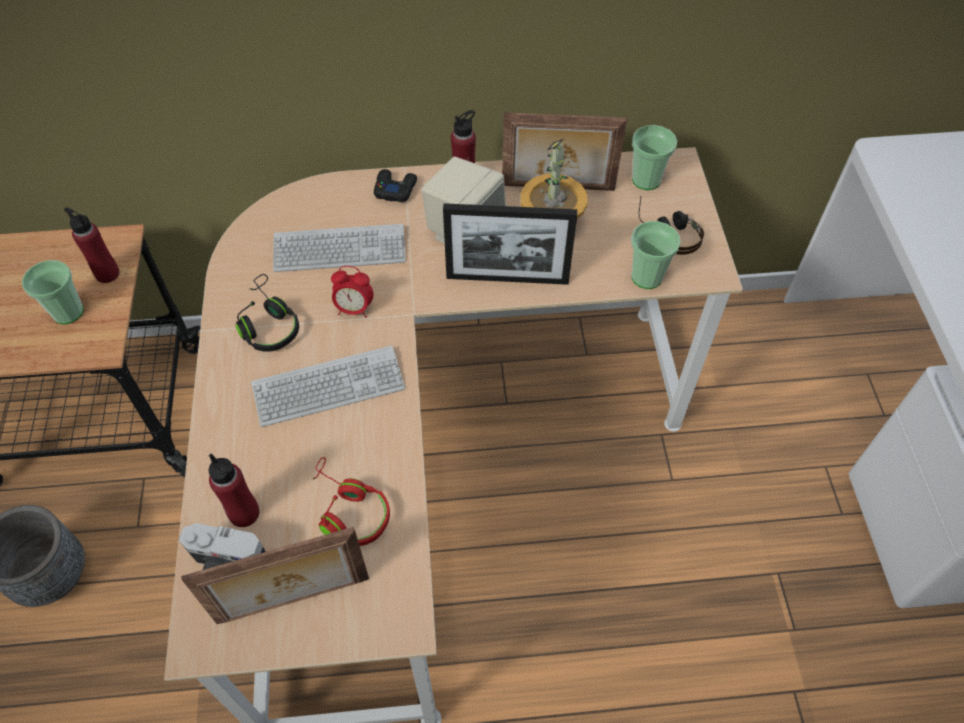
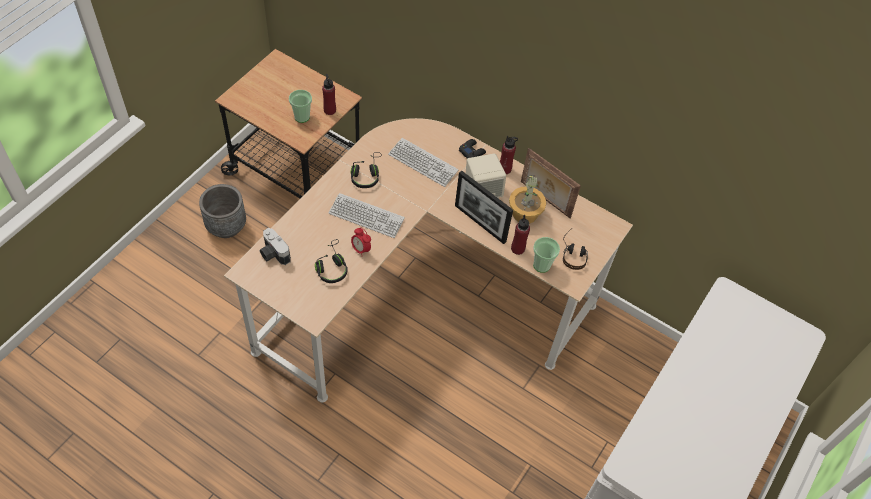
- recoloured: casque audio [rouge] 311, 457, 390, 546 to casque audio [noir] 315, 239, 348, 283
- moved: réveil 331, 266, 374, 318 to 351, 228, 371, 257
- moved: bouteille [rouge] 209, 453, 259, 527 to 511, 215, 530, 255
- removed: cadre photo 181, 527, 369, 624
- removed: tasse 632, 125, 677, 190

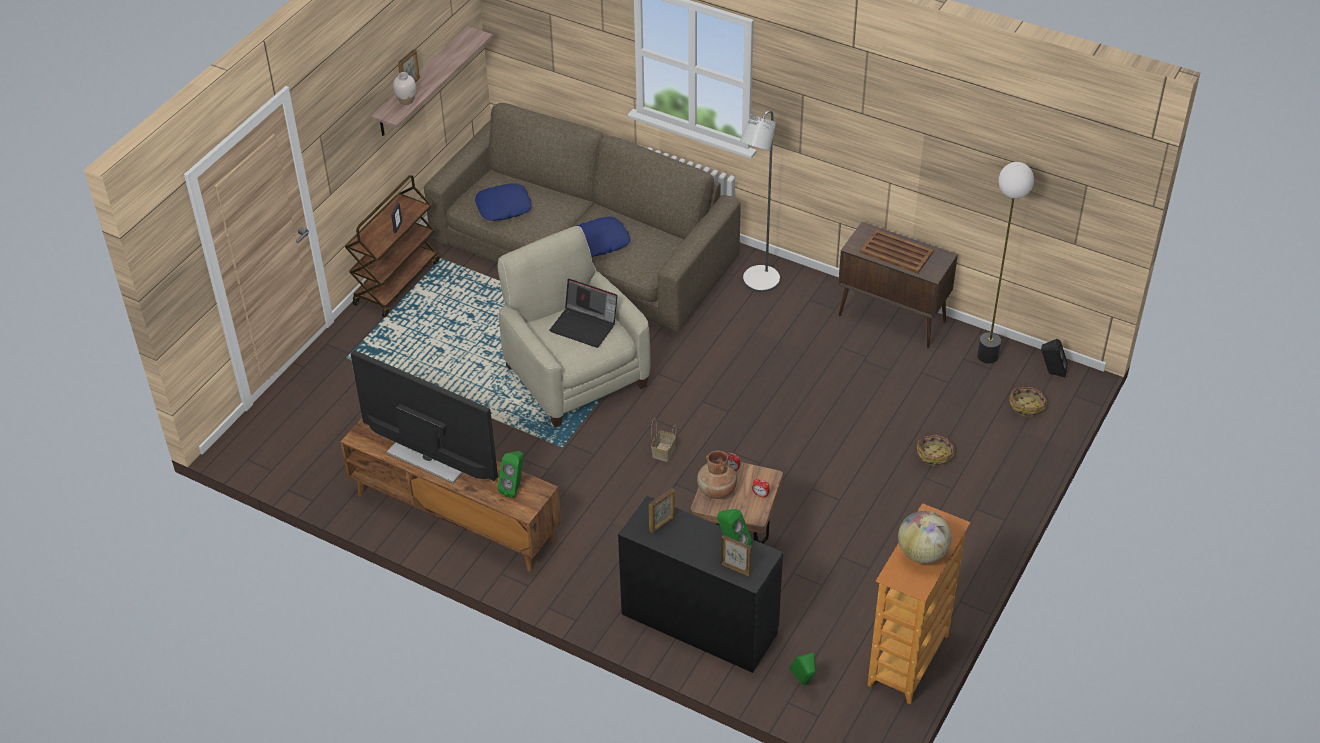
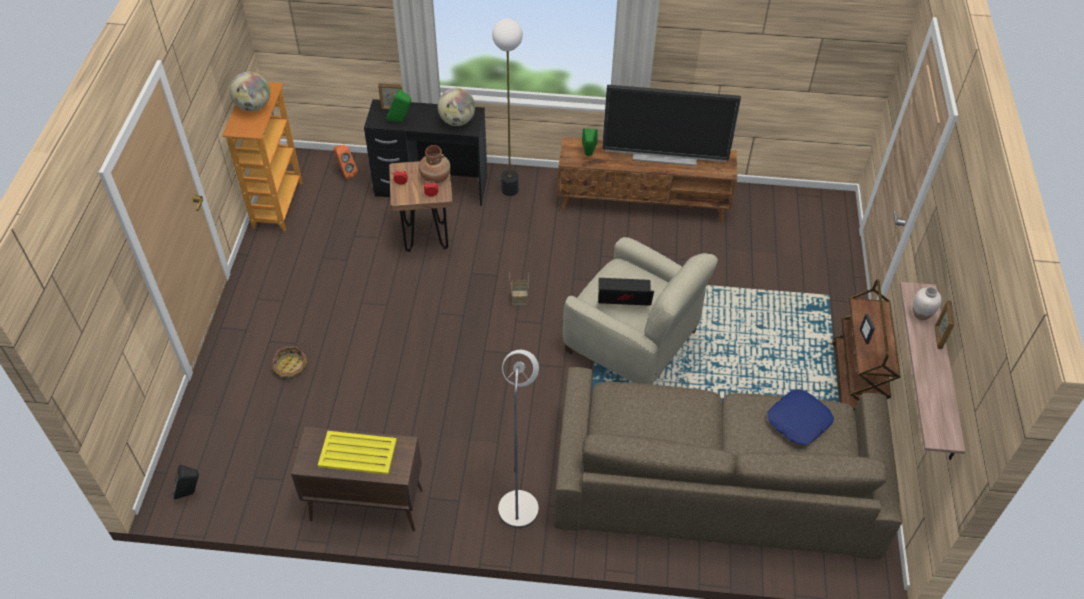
- recoloured: plateau [marron] 860, 229, 934, 274 to plateau [jaune] 318, 431, 397, 475
- recoloured: enceinte [vert] 789, 652, 816, 685 to enceinte [orange] 334, 145, 358, 179
- replaced: cadre photo 649, 488, 675, 533 to globe 438, 88, 475, 126
- moved: lampadaire 977, 162, 1034, 364 to 492, 18, 523, 196
- removed: coussin [bleu] 577, 217, 630, 257
- removed: panier 1009, 387, 1047, 417

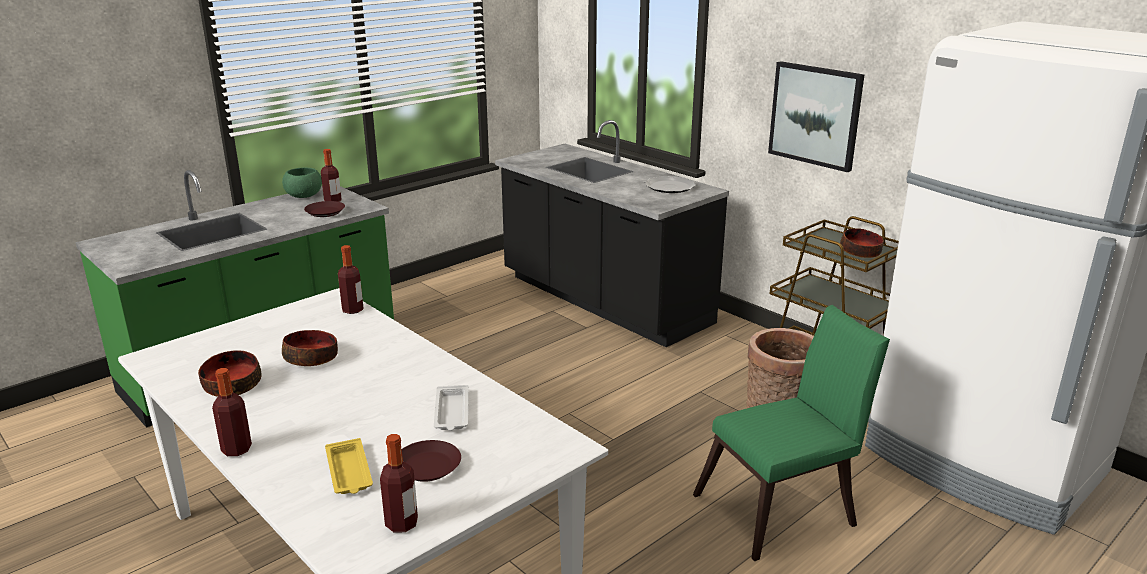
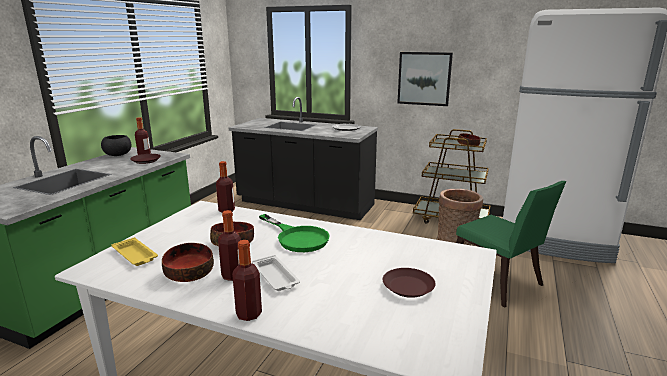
- recoloured: bol [vert] 282, 167, 322, 198 to bol [noir] 101, 135, 131, 156
- moved: plateau [jaune] 325, 438, 373, 494 to 112, 237, 158, 266
- moved: bouteille 380, 434, 418, 532 to 218, 210, 241, 281
- moved: plateau [blanc] 434, 385, 469, 431 to 252, 255, 300, 291
- added: poêle [vert] 259, 214, 330, 252
- turned: chaise [vert] 693, 305, 890, 561 = 456, 181, 566, 308 105 degrees clockwise

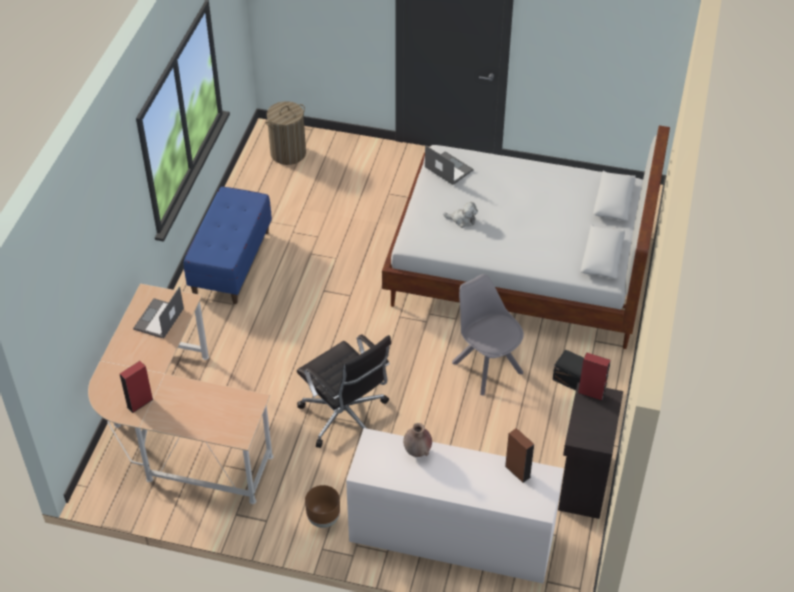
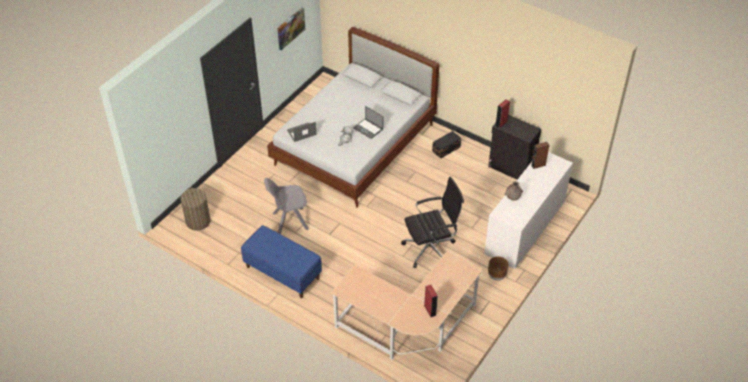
- moved: chaise [gris] 452, 274, 524, 396 to 264, 178, 309, 234
- added: tableau 277, 7, 305, 50
- moved: ordinateur portable 133, 287, 184, 339 to 353, 106, 383, 139

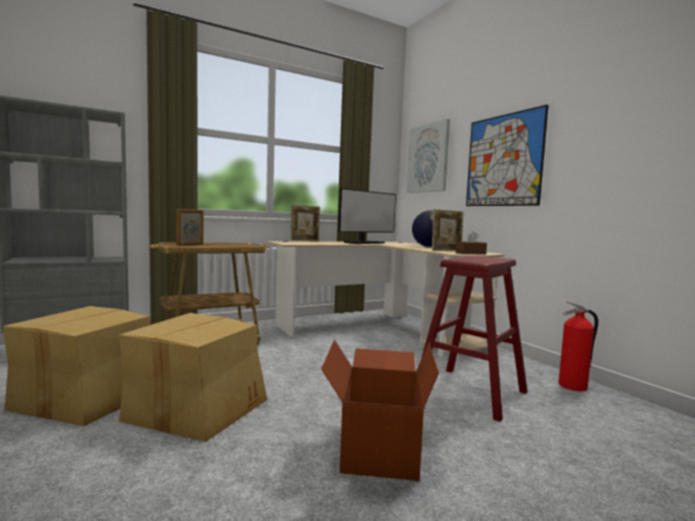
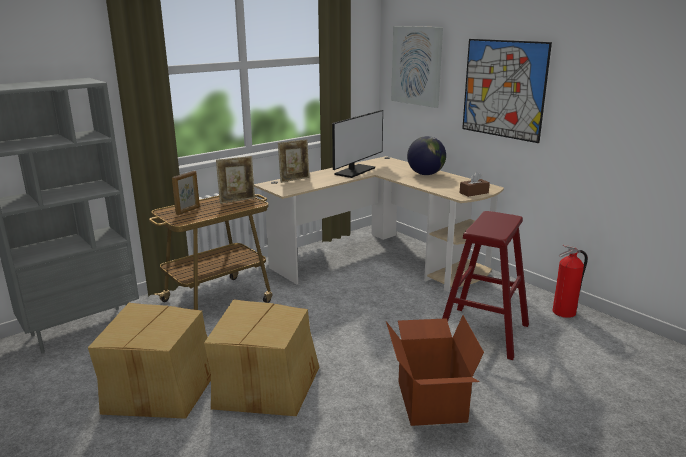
- moved: cadre photo 432, 209, 464, 251 to 216, 156, 255, 204

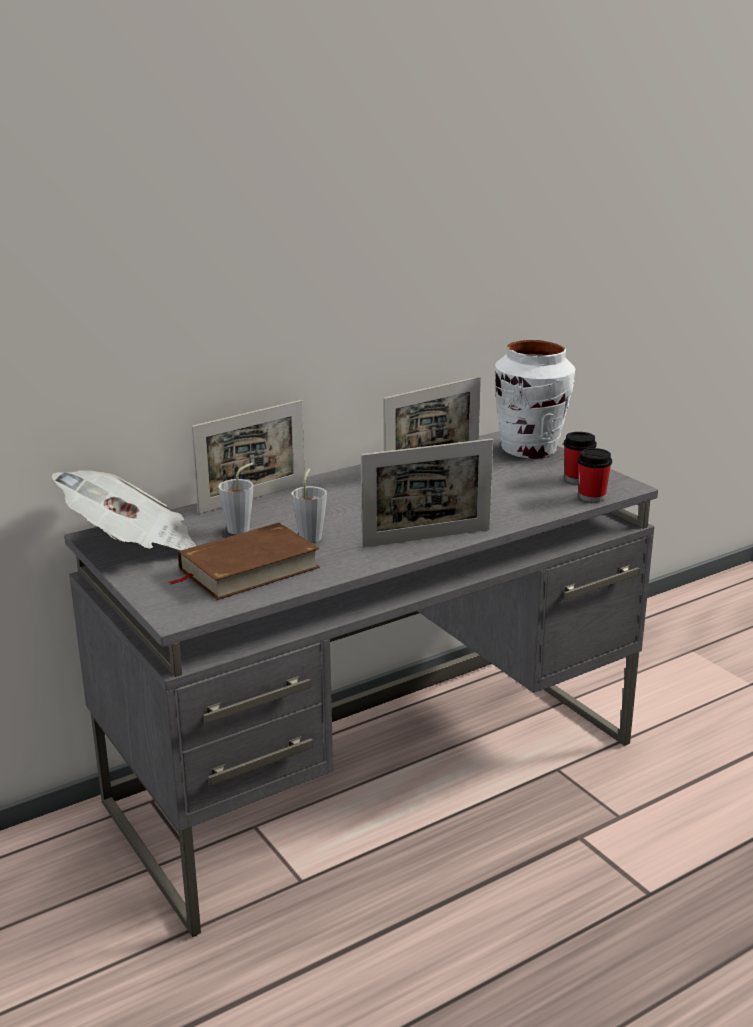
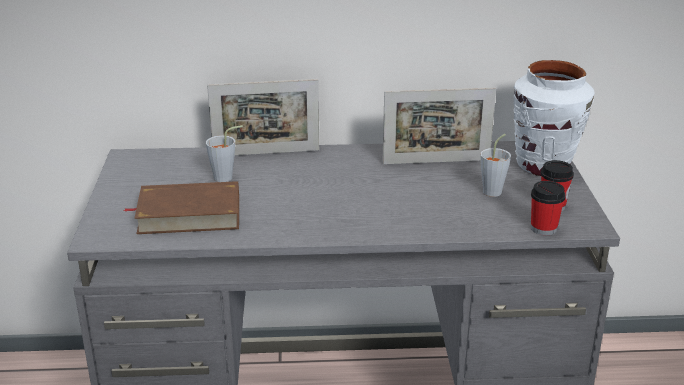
- moved: tasse [gris] 291, 468, 327, 543 to 480, 134, 511, 197
- removed: journal 52, 470, 196, 550
- removed: cadre photo 361, 439, 493, 548

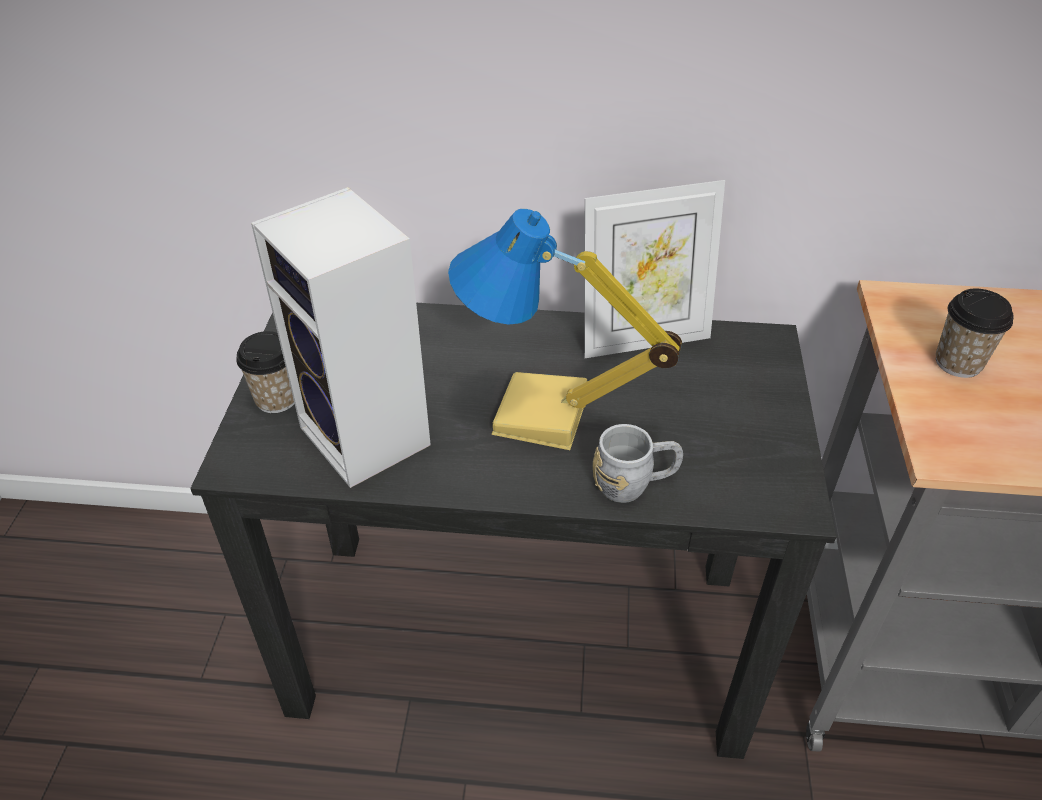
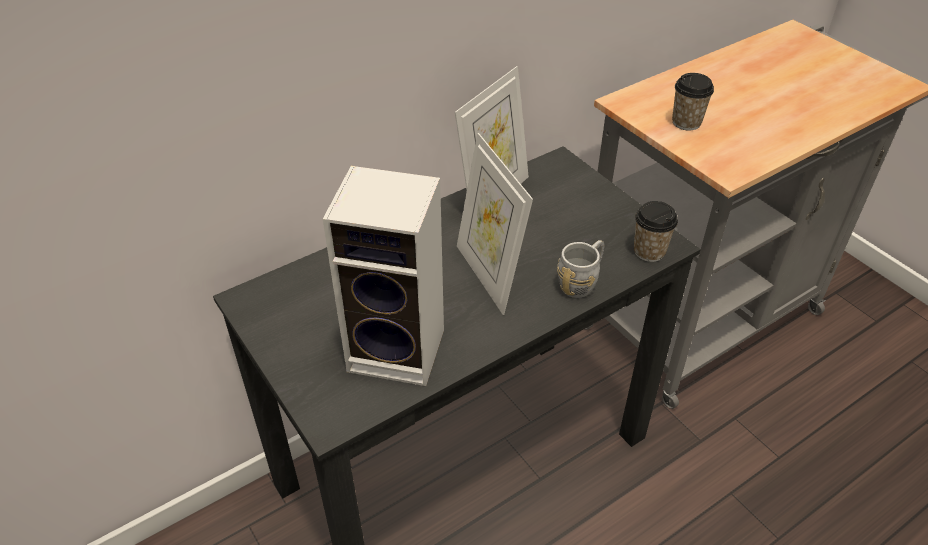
- replaced: lampe de table 448, 209, 682, 450 to cadre photo 457, 133, 533, 315
- moved: tasse 236, 331, 295, 413 to 634, 201, 678, 262

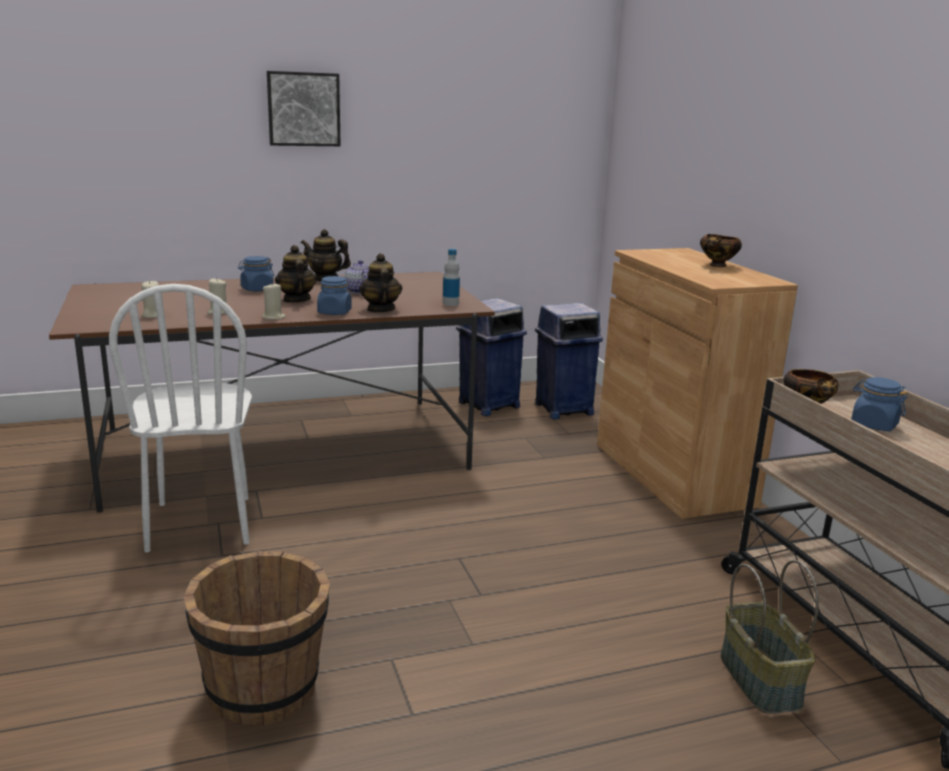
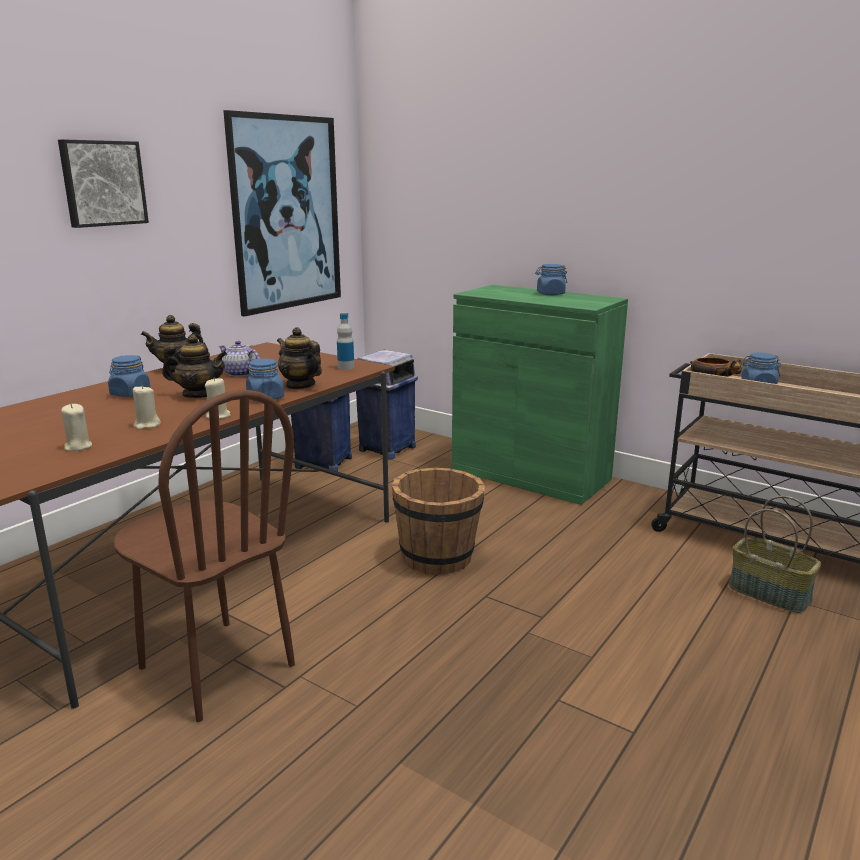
- recoloured: chaise [blanc] 109, 284, 252, 552 to chaise [marron] 114, 390, 295, 722
- turned: théière 275, 245, 317, 303 = 162, 334, 227, 398 150 degrees clockwise
- added: tableau 223, 110, 341, 317
- moved: seau [marron] 183, 551, 330, 726 to 392, 467, 485, 575
- recoloured: meuble de rangement [marron] 597, 248, 798, 519 to meuble de rangement [vert] 452, 285, 628, 505
- replaced: bol 700, 234, 742, 267 to bocal [bleu] 535, 264, 567, 295

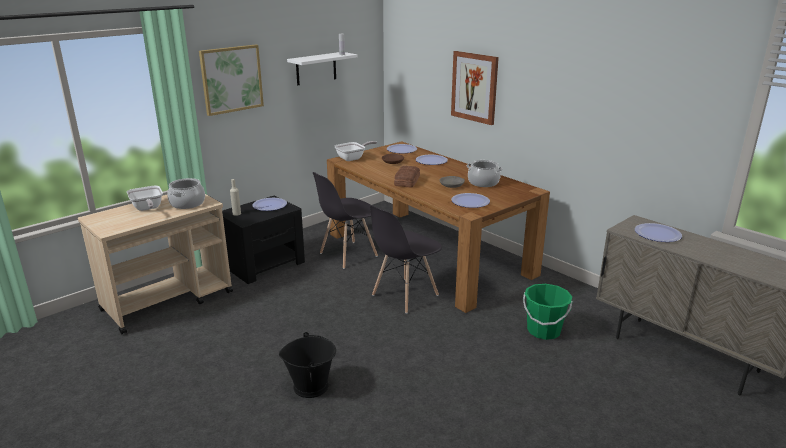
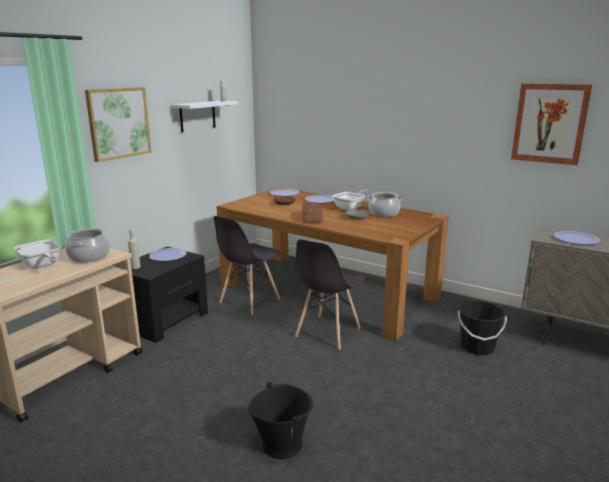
- moved: poêle 334, 141, 377, 161 to 332, 189, 368, 211
- recoloured: seau [vert] 523, 284, 573, 340 to seau [noir] 458, 301, 507, 355
- moved: tableau 451, 51, 499, 125 to 511, 84, 592, 165
- removed: assiette 451, 193, 490, 208

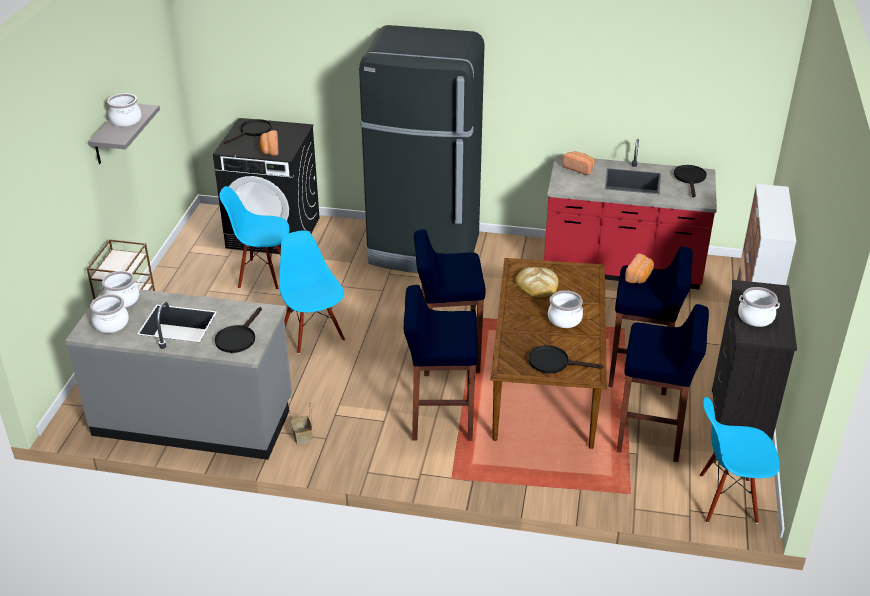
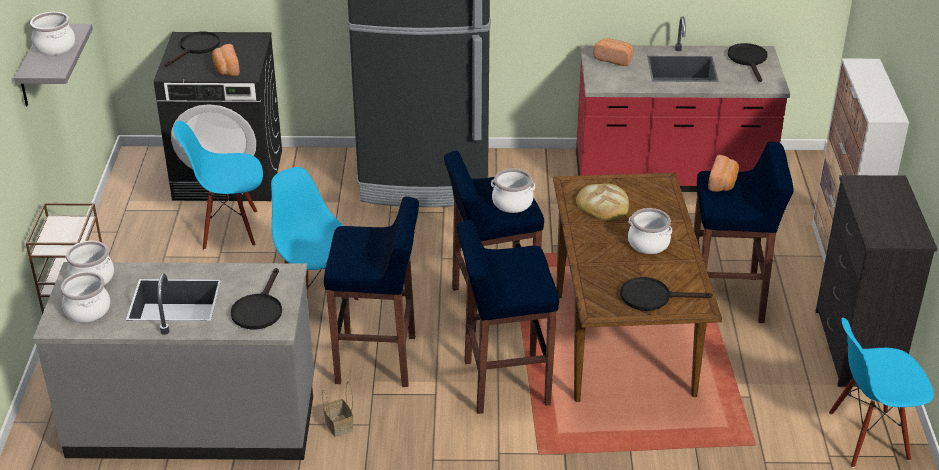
- moved: tabouret [bleu] 617, 304, 709, 462 to 324, 197, 419, 387
- moved: marmite 738, 287, 780, 327 to 491, 168, 535, 213

